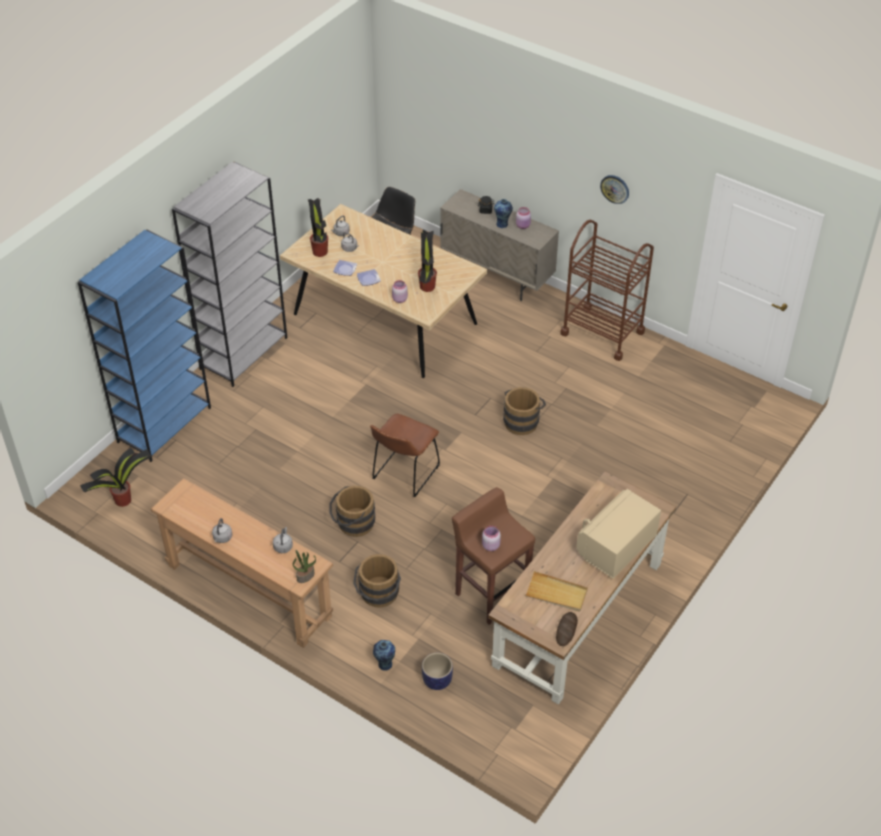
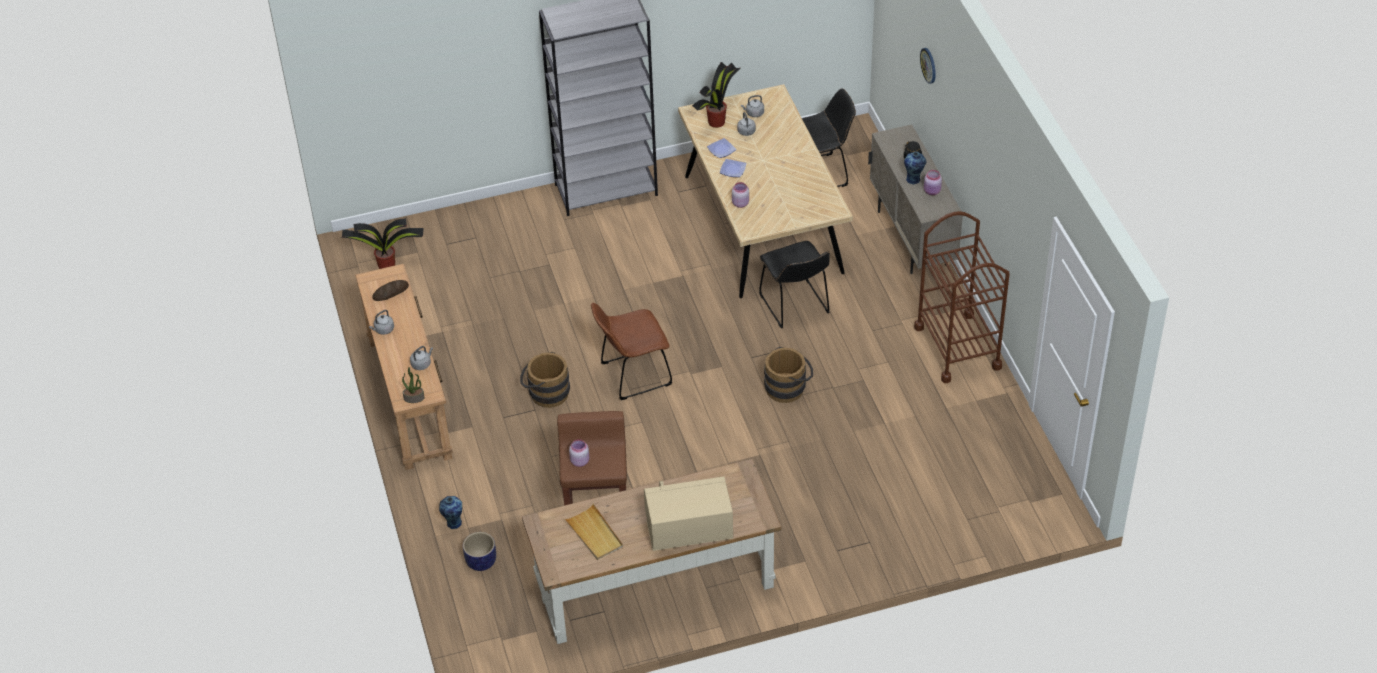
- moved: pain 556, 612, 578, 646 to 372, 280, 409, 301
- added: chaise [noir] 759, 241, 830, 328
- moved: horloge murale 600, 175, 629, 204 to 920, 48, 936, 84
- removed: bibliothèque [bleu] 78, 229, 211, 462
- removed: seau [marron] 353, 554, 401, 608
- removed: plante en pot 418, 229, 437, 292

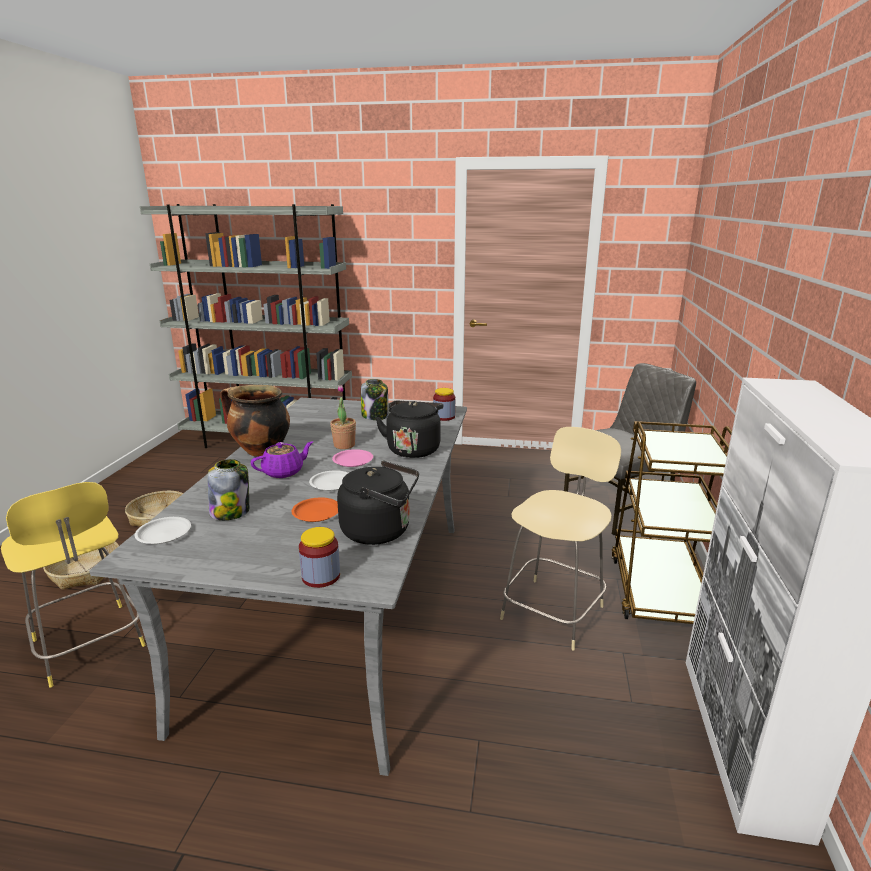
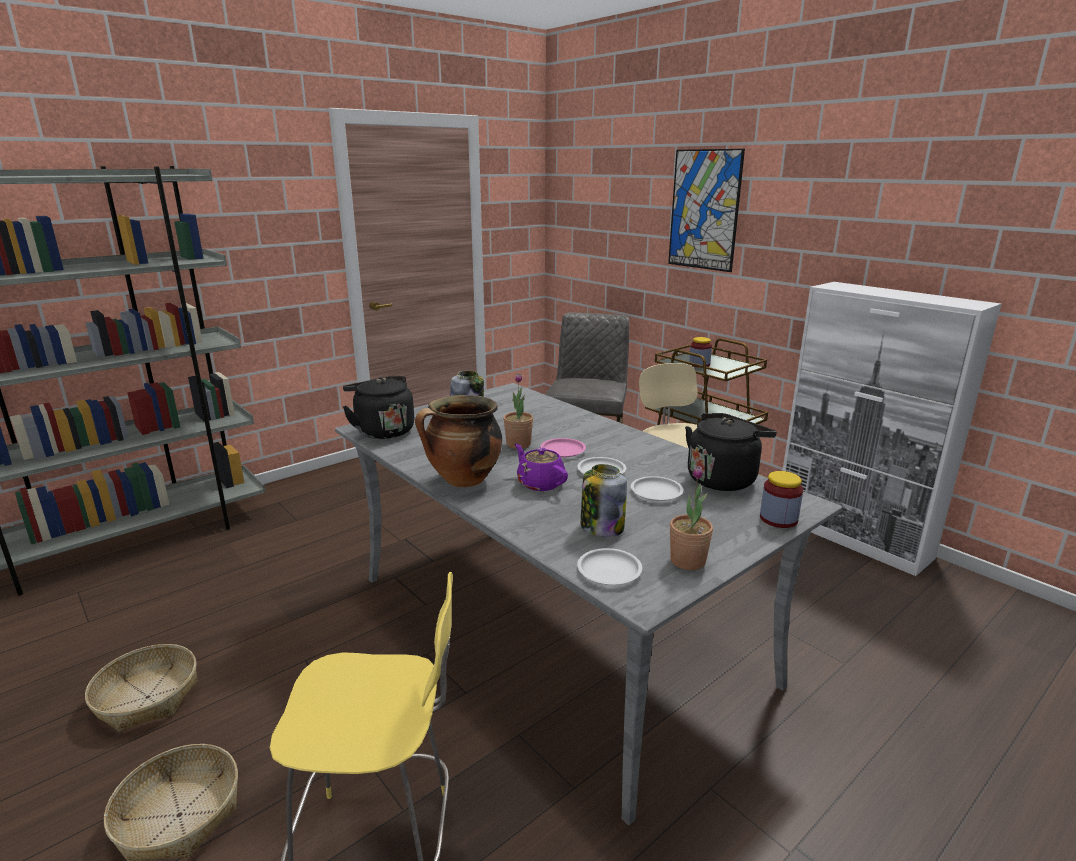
- moved: bouilloire [noir] 375, 401, 444, 458 to 343, 376, 414, 439
- turned: théière [violet] 250, 441, 313, 478 = 515, 444, 568, 491 45 degrees counterclockwise
- recoloured: assiette [orange] 291, 497, 338, 522 to assiette [blanc] 631, 476, 683, 501
- added: tableau 668, 149, 745, 272
- added: plante en pot 670, 466, 713, 570
- moved: bocal 433, 388, 455, 421 to 689, 337, 712, 368

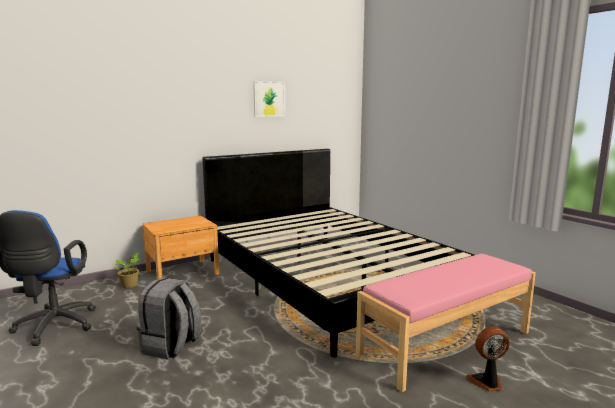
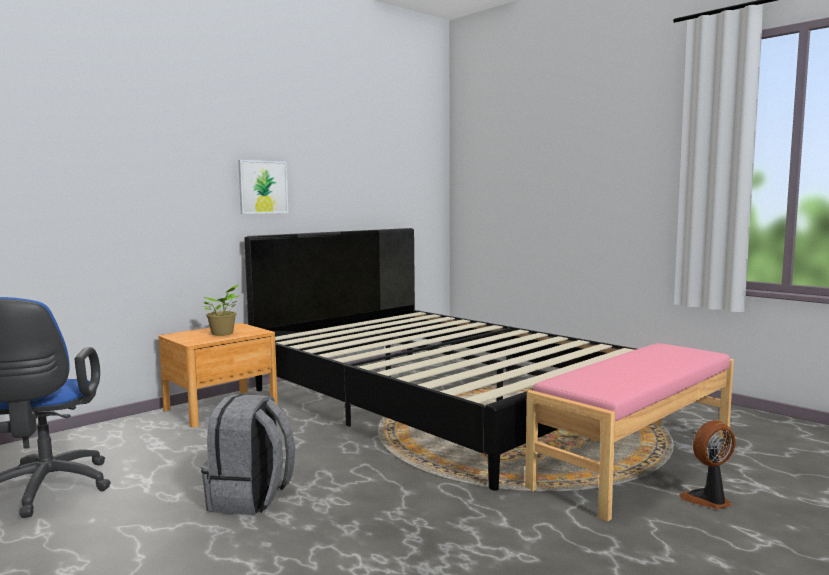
- moved: plante en pot 113, 253, 143, 288 to 203, 284, 240, 336
- moved: tableau 253, 81, 285, 117 to 238, 160, 289, 214

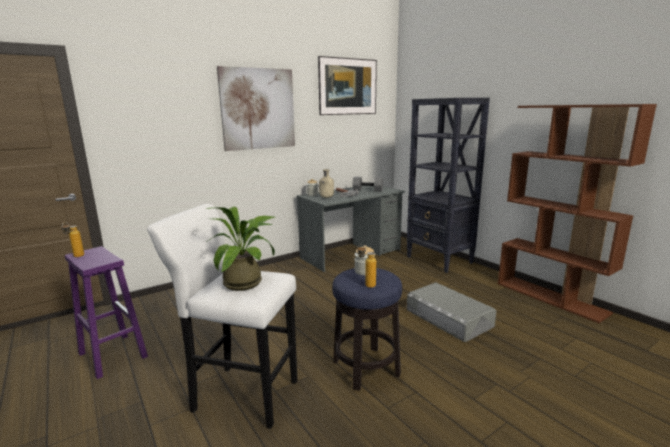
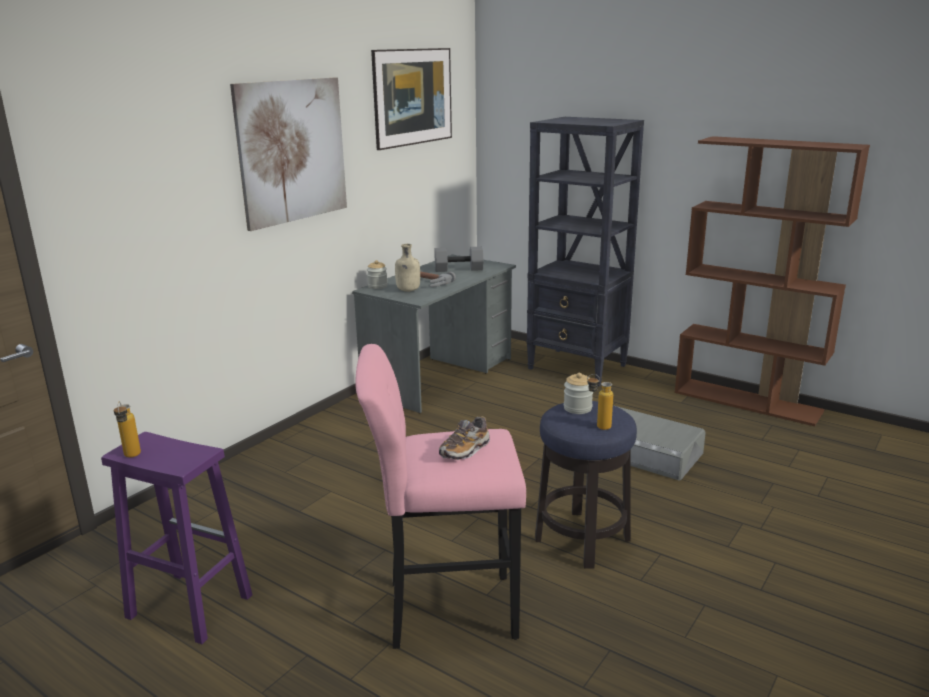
- recoloured: tabouret [blanc] 147, 204, 297, 429 to tabouret [rose] 355, 344, 526, 649
- replaced: plante en pot 206, 206, 275, 291 to chaussure 439, 416, 490, 460

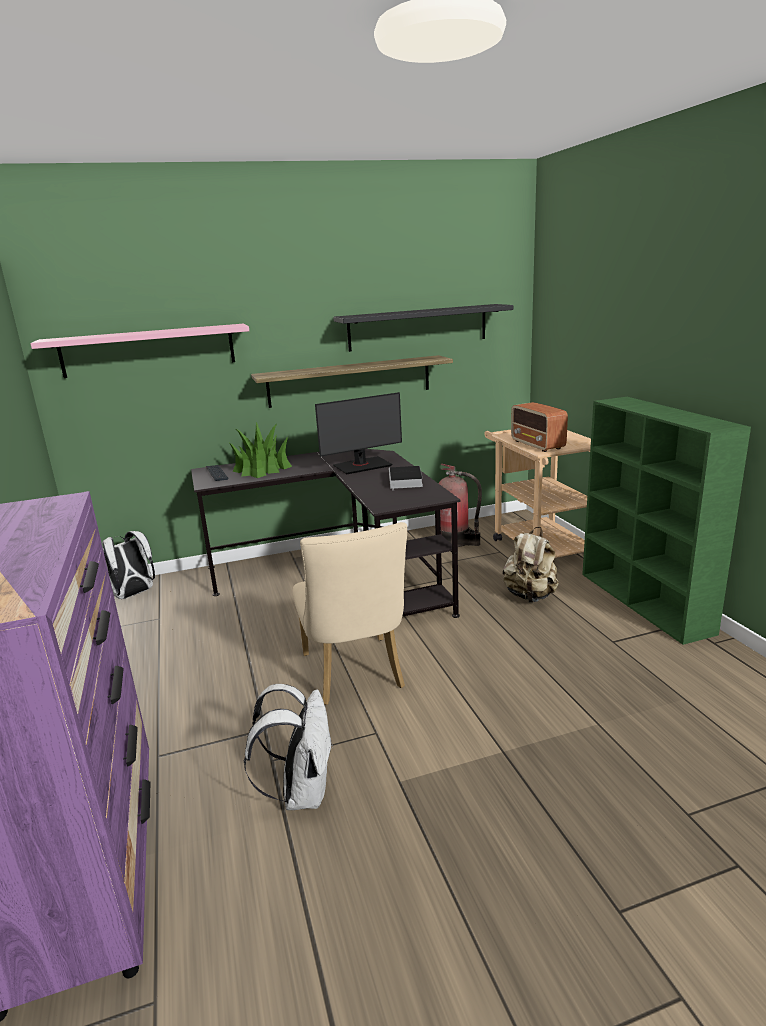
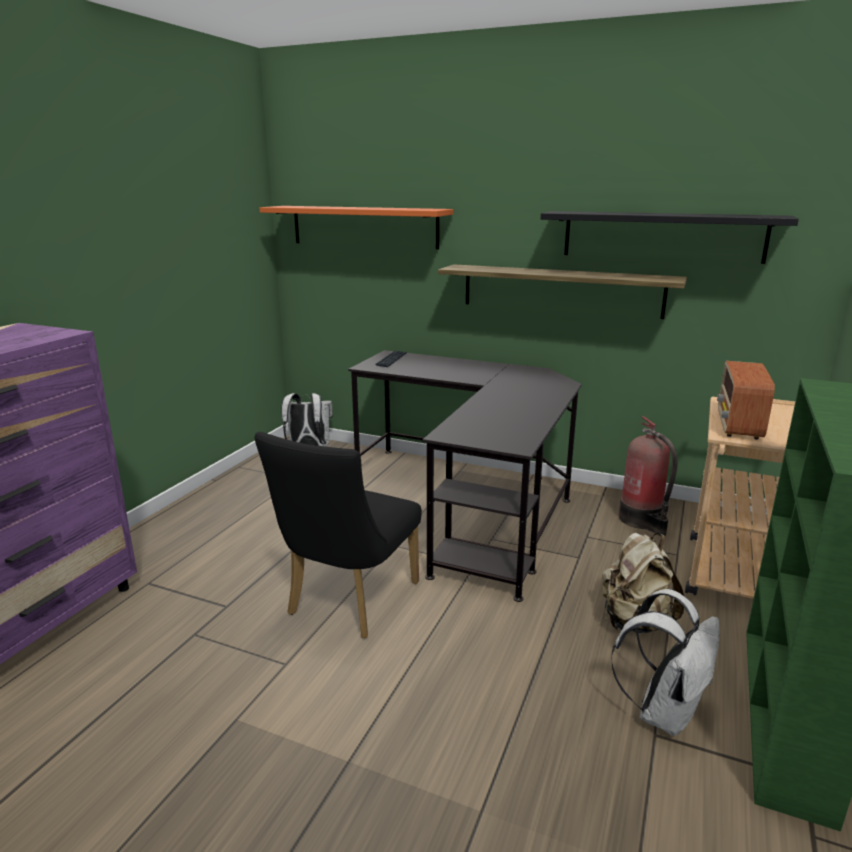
- recoloured: chaise [beige] 293, 522, 407, 705 to chaise [noir] 254, 432, 422, 638
- recoloured: étagère [rose] 30, 324, 249, 378 to étagère [orange] 259, 206, 453, 249
- moved: sac à dos [blanc] 244, 684, 333, 810 to 611, 589, 720, 736
- removed: plante en pot 228, 422, 292, 478
- removed: écran d'ordinateur 315, 392, 402, 474
- removed: livre 389, 466, 423, 491

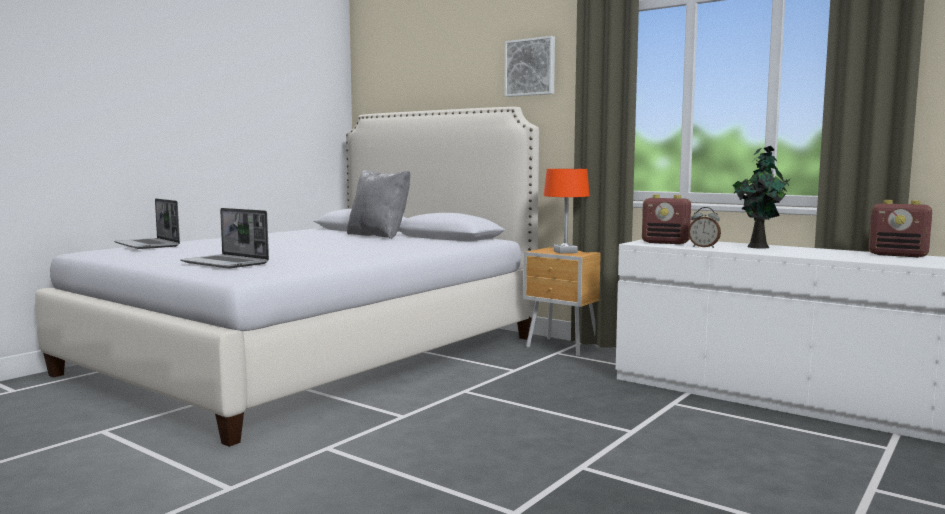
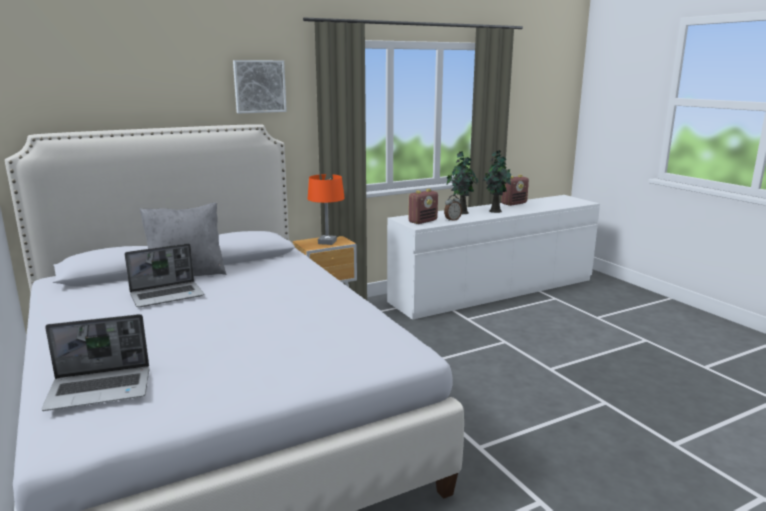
- moved: ordinateur portable 180, 208, 269, 268 to 125, 243, 204, 307
- added: plante en pot 483, 150, 511, 213

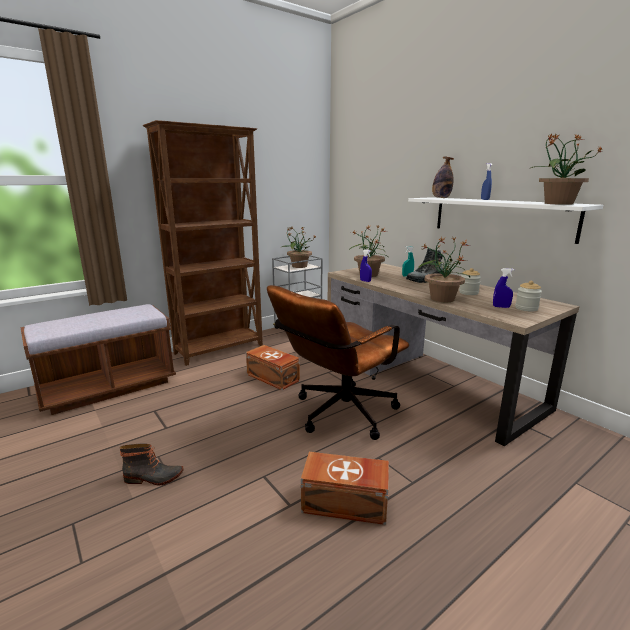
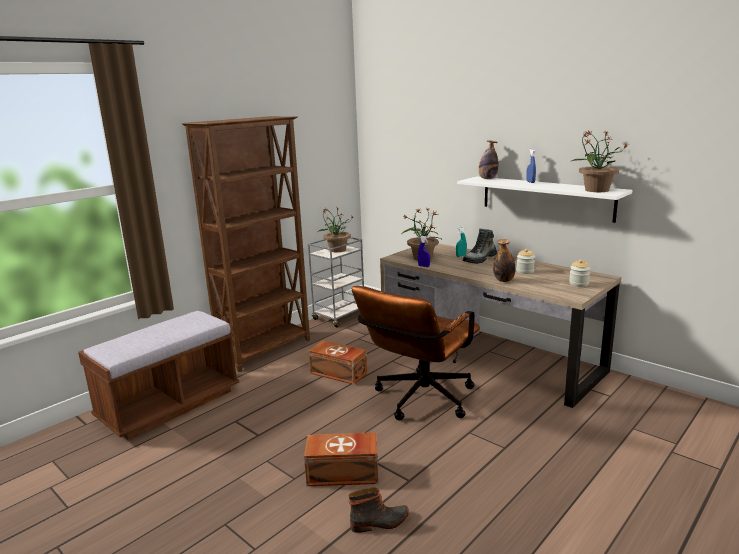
- moved: boîte de rangement [marron] 301, 452, 389, 525 to 304, 432, 378, 486
- moved: botte 120, 444, 183, 485 to 348, 487, 409, 533
- replaced: plante en pot 418, 237, 470, 302 to bouteille 493, 239, 515, 282
- removed: vaporisateur [bleu] 493, 268, 515, 308

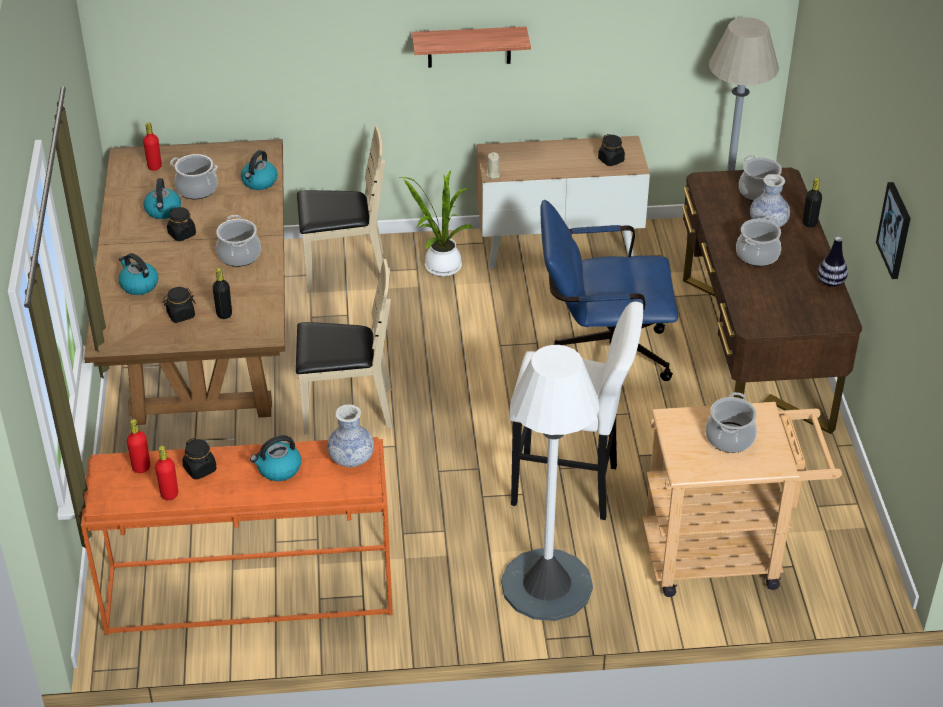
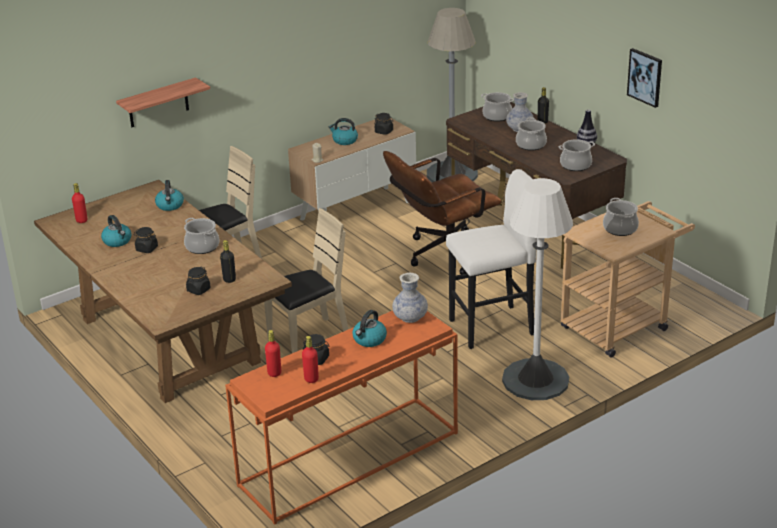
- moved: étagère 412, 27, 531, 68 to 116, 77, 210, 127
- moved: bouilloire 119, 253, 158, 295 to 328, 118, 358, 145
- recoloured: chaise de bureau [bleu] 540, 200, 678, 381 to chaise de bureau [marron] 383, 151, 502, 274
- moved: marmite 170, 154, 218, 199 to 559, 139, 595, 171
- removed: plante en pot 400, 170, 475, 277

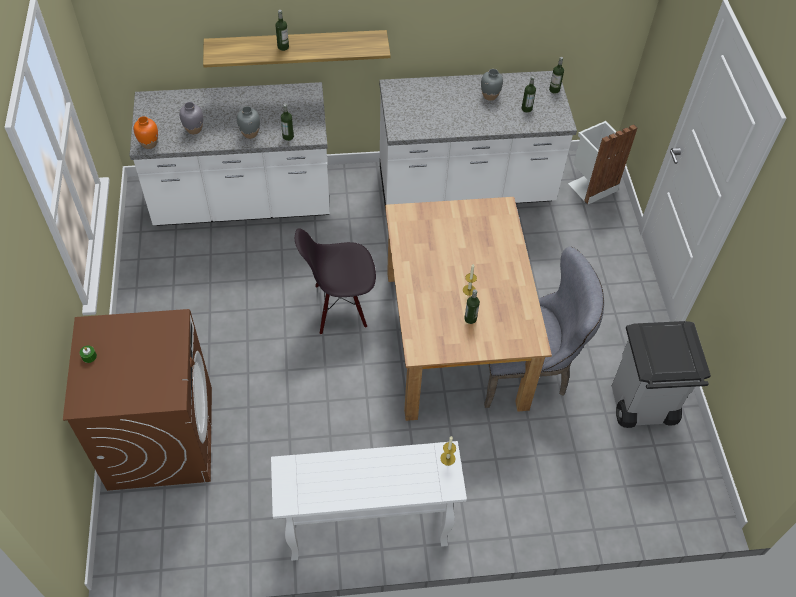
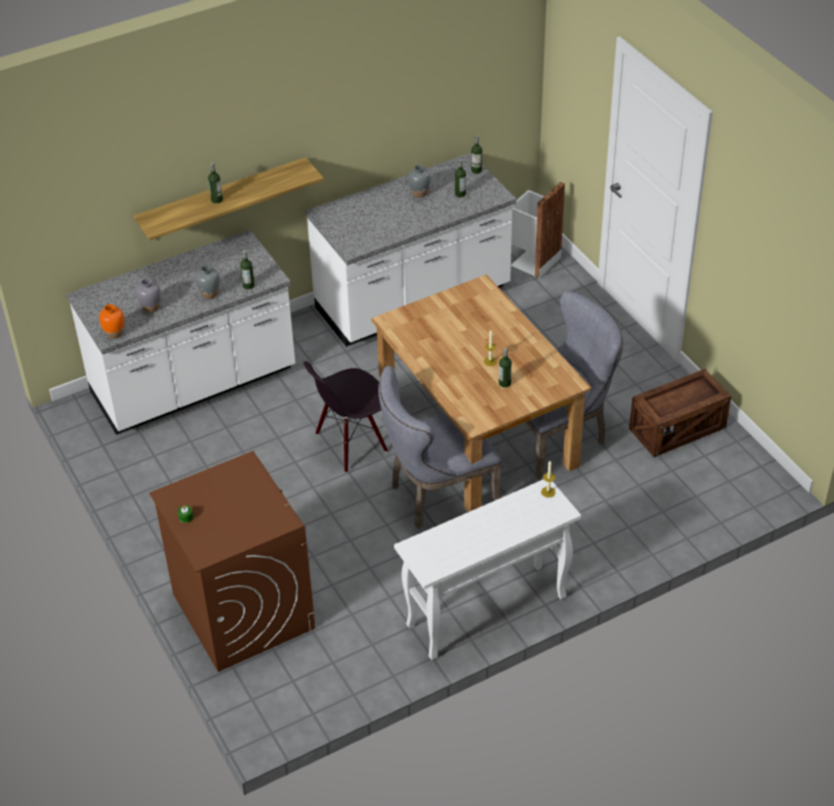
- added: chaise [gris] 378, 366, 502, 529
- replaced: poubelle [gris] 612, 321, 711, 428 to caisse 629, 369, 731, 457

